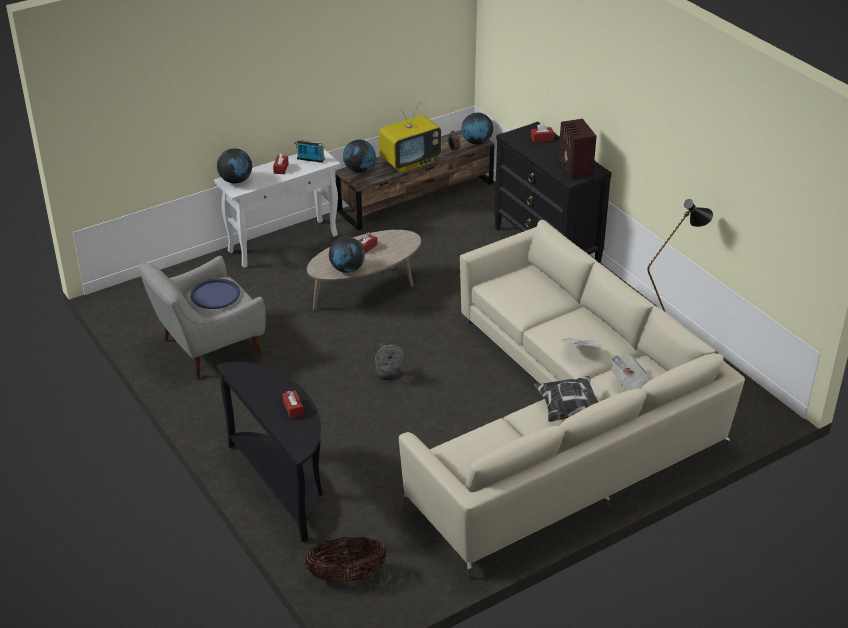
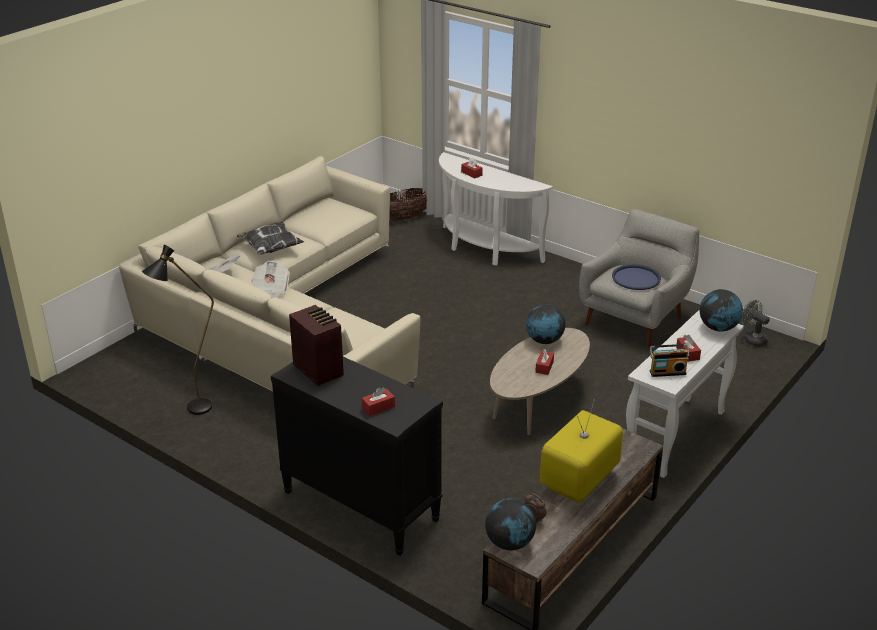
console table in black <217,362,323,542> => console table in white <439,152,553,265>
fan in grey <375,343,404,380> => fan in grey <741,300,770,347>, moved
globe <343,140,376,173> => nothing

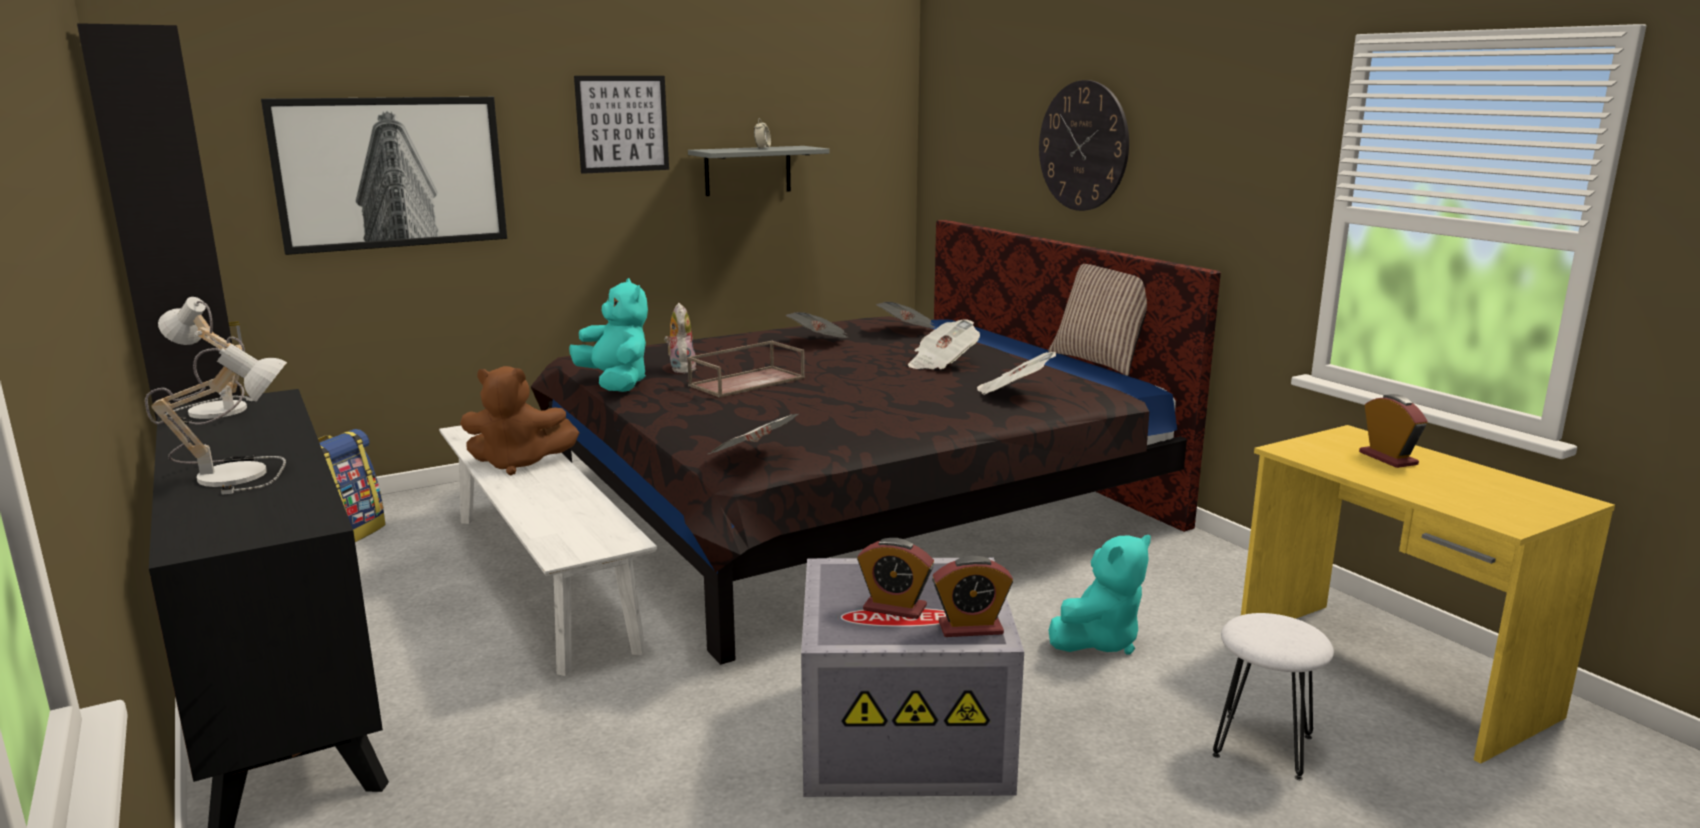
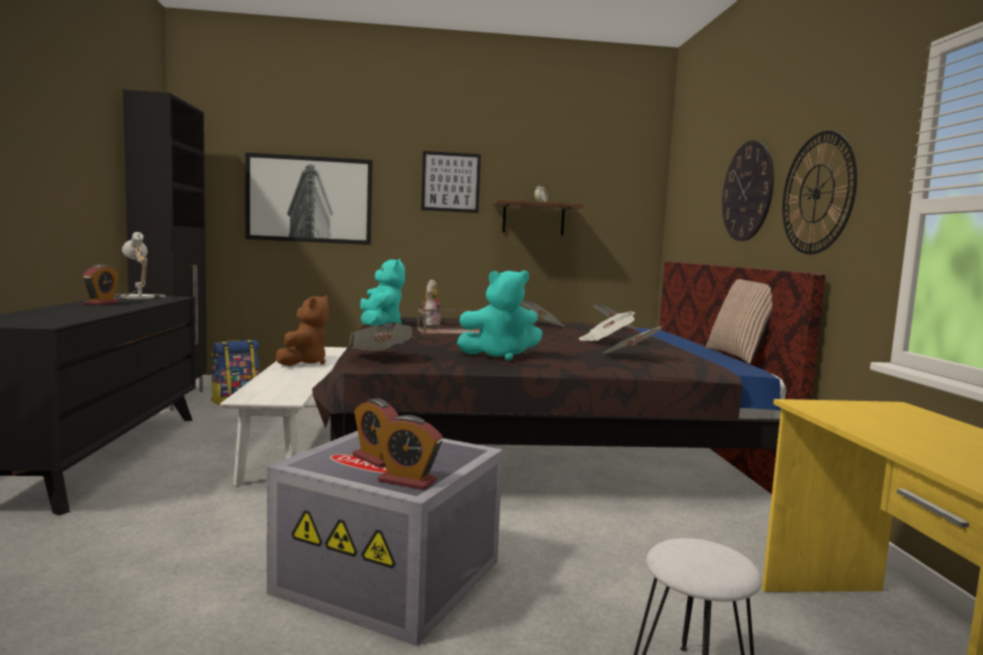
alarm clock <1359,394,1428,468> => alarm clock <83,264,120,305>, moved
plush toy in brown <460,366,579,475> => plush toy in brown <276,295,329,366>, 105 degrees counterclockwise
plush toy in turquoise <1048,535,1151,655> => plush toy in turquoise <457,270,542,361>, moved
shelf in grey <688,146,830,196> => shelf in brown <492,199,584,235>
nothing => wall clock <782,131,857,255>
table lamp <145,344,287,495> => nothing

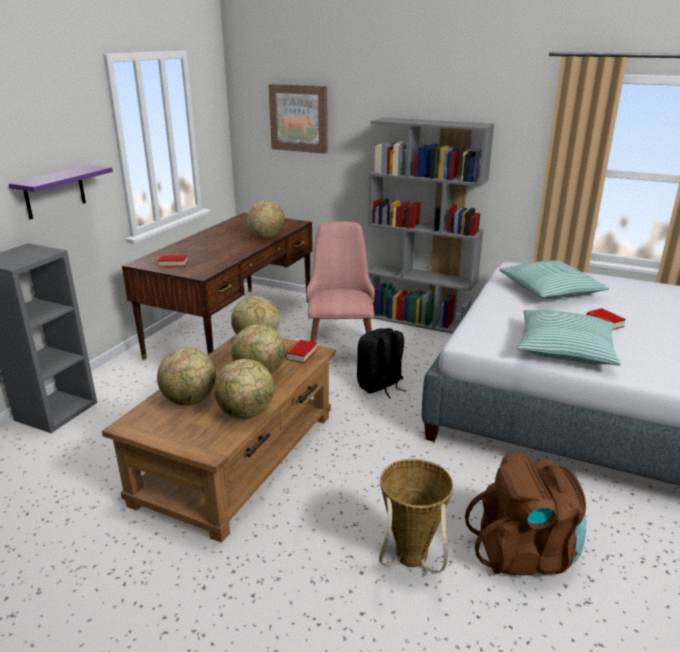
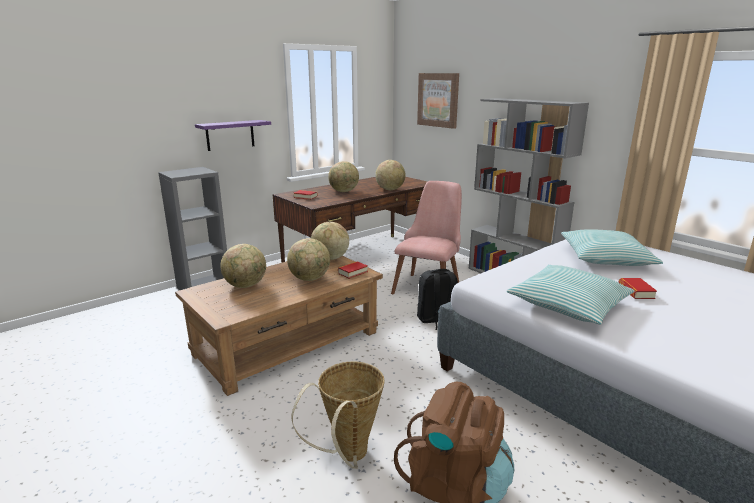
globe <214,359,274,419> => globe <328,161,359,192>, moved

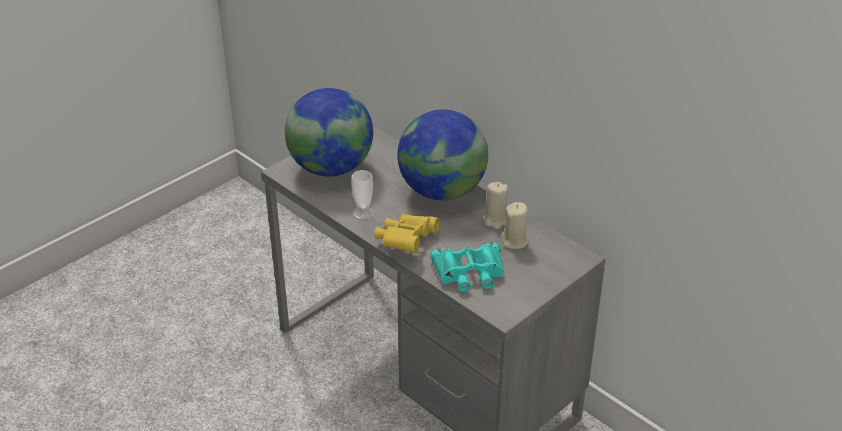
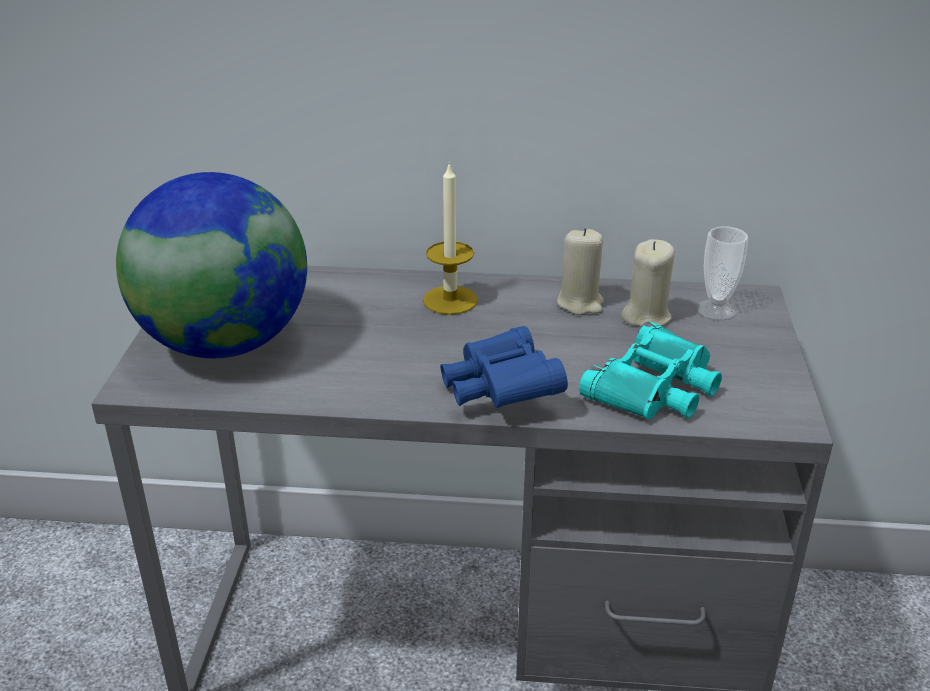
globe <397,109,488,200> => candle <423,162,478,315>
binoculars in yellow <374,214,440,253> => binoculars in blue <441,326,568,408>
cup <352,170,374,219> => cup <696,226,748,320>, moved

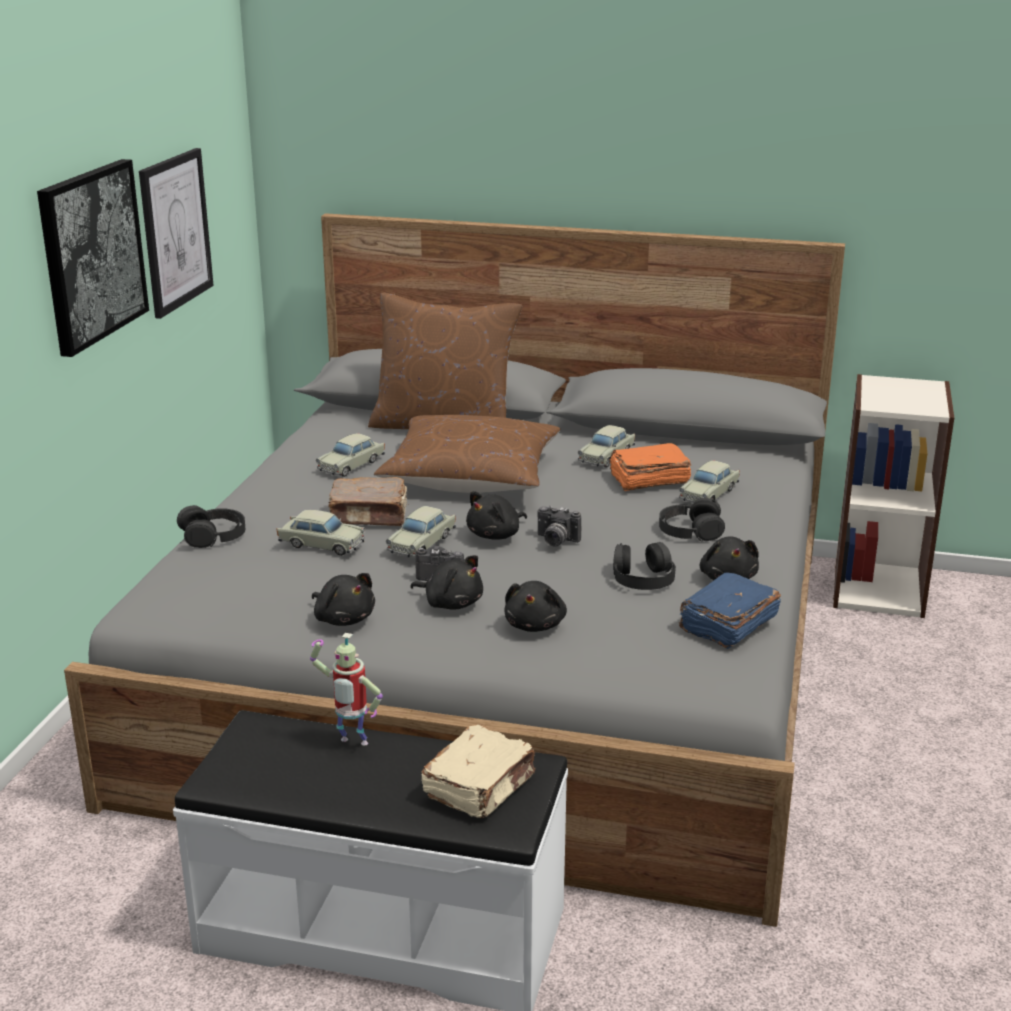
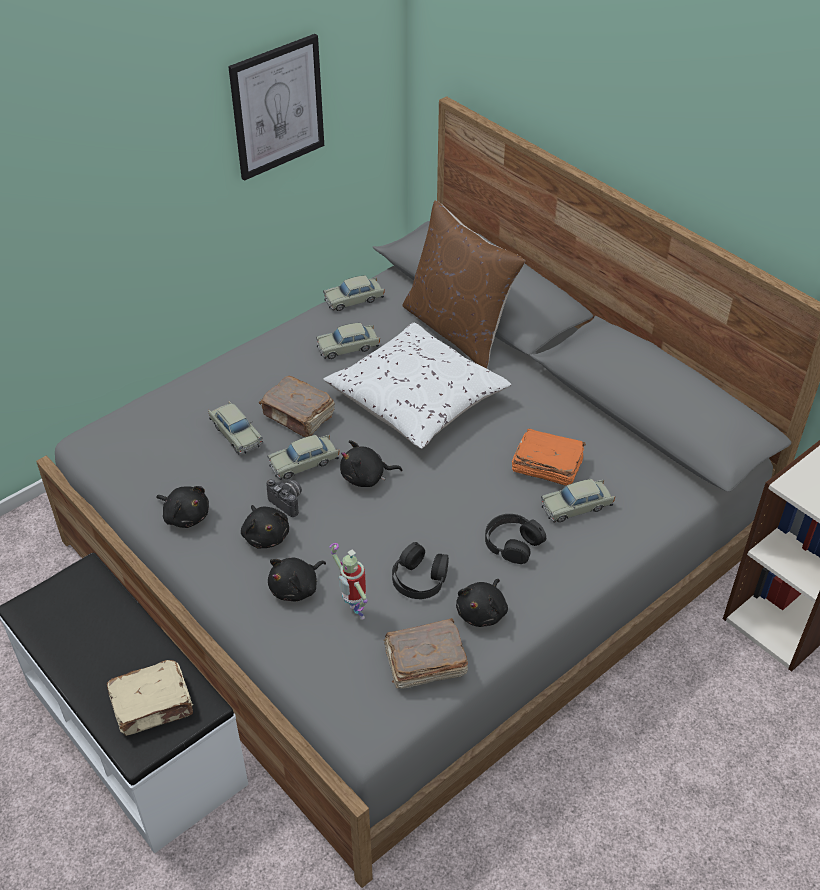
plush toy in black <312,573,375,626> => plush toy in black <157,486,209,528>, 45 degrees counterclockwise
toy car in beige <578,425,635,468> => toy car in beige <323,275,385,311>, moved
pillow in brown <374,415,560,493> => pillow in white <323,323,511,449>
toy robot <310,633,383,746> => toy robot <330,543,368,620>, moved
book in blue <679,573,781,649> => book in brown <383,618,468,689>
picture <37,159,149,357> => nothing
headphones in black <177,505,245,548> => nothing
photo camera <537,506,581,547> => nothing

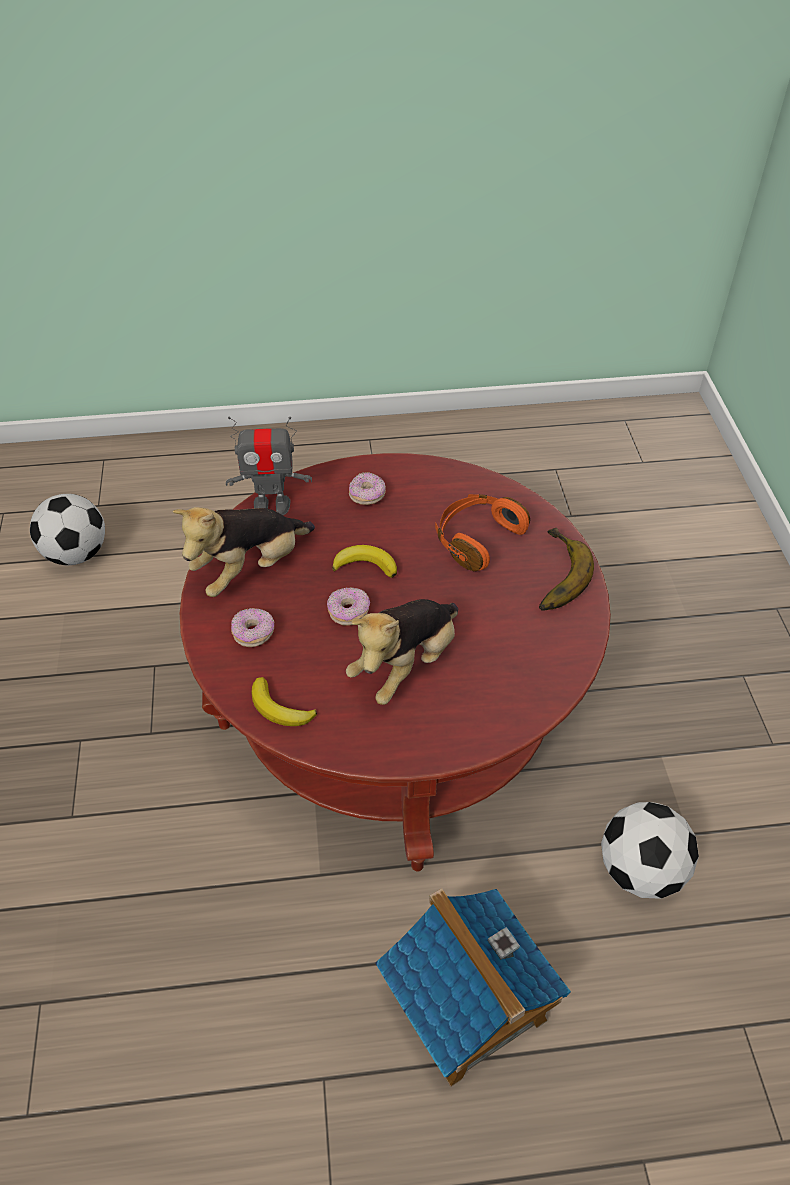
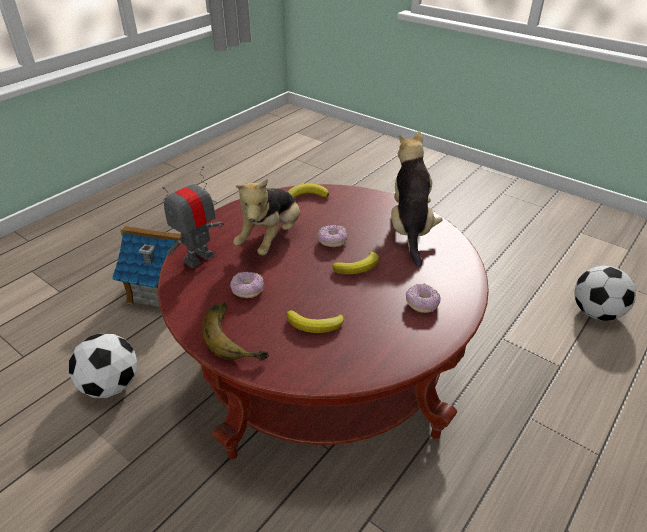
toy robot <226,417,312,515> => toy robot <162,166,224,268>, moved
donut <231,608,274,647> => donut <230,272,264,298>, moved
plush toy <346,599,458,705> => plush toy <233,179,300,256>, 150 degrees counterclockwise
headphones in orange <435,494,530,571> => banana <287,310,343,333>

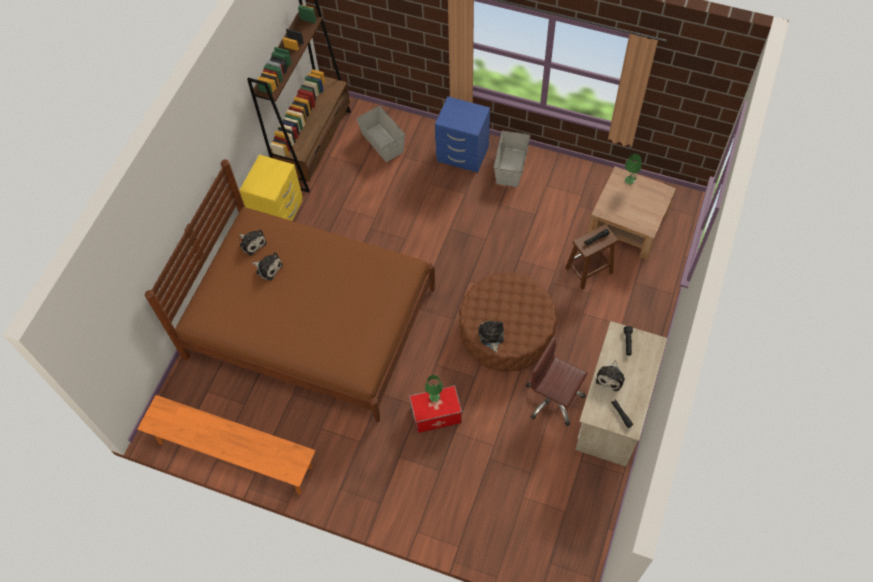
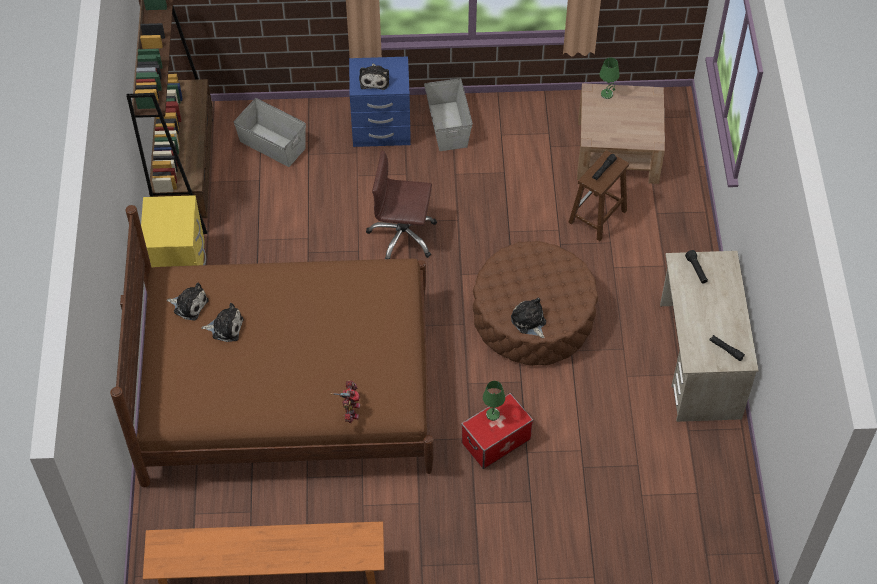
nothing => toy robot <330,380,360,423>
plush toy <596,360,625,391> => plush toy <359,63,389,90>, moved
office chair in brown <526,337,588,426> => office chair in brown <366,151,437,259>, moved

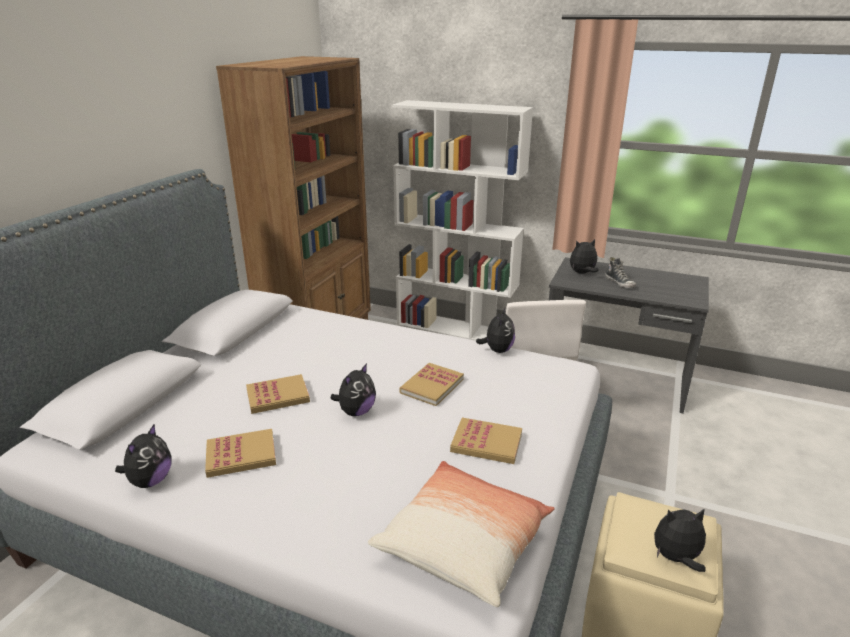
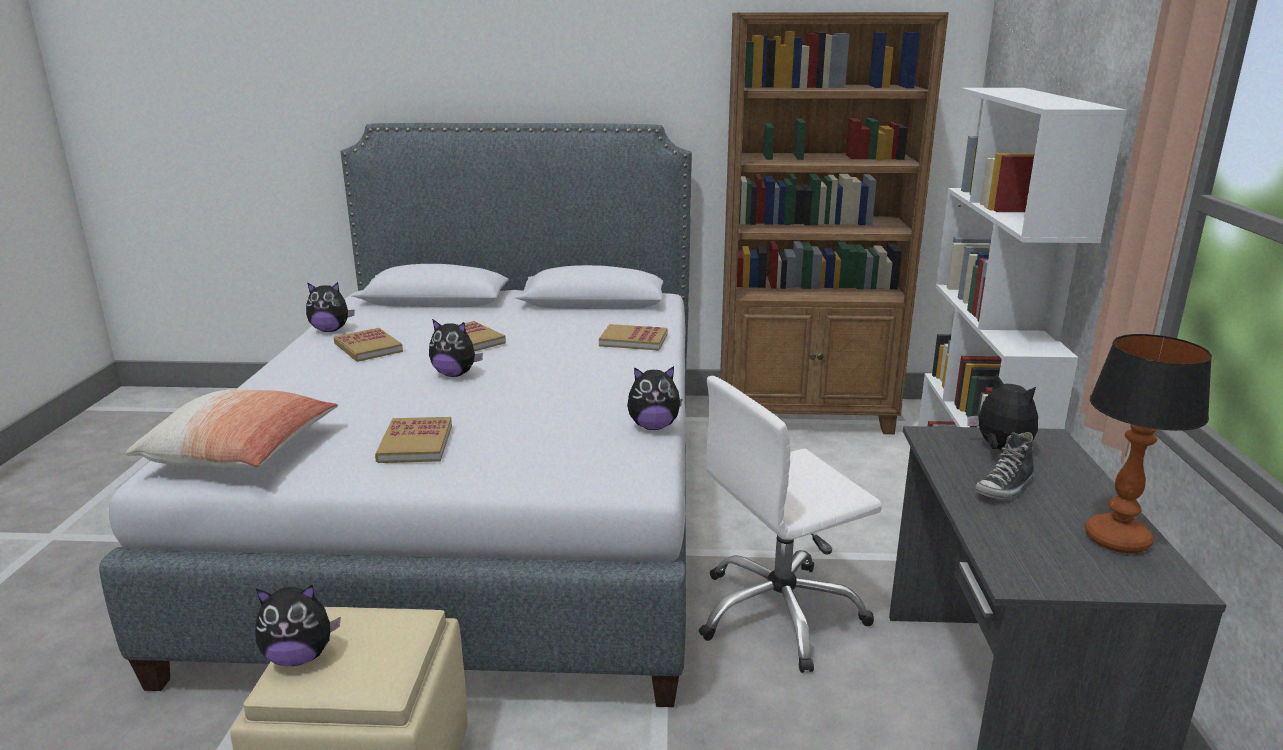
plush toy <654,508,706,572> => plush toy <256,585,341,666>, 105 degrees clockwise
book <399,363,464,406> => book <599,324,668,351>, moved
nothing => table lamp <1085,334,1212,553>

